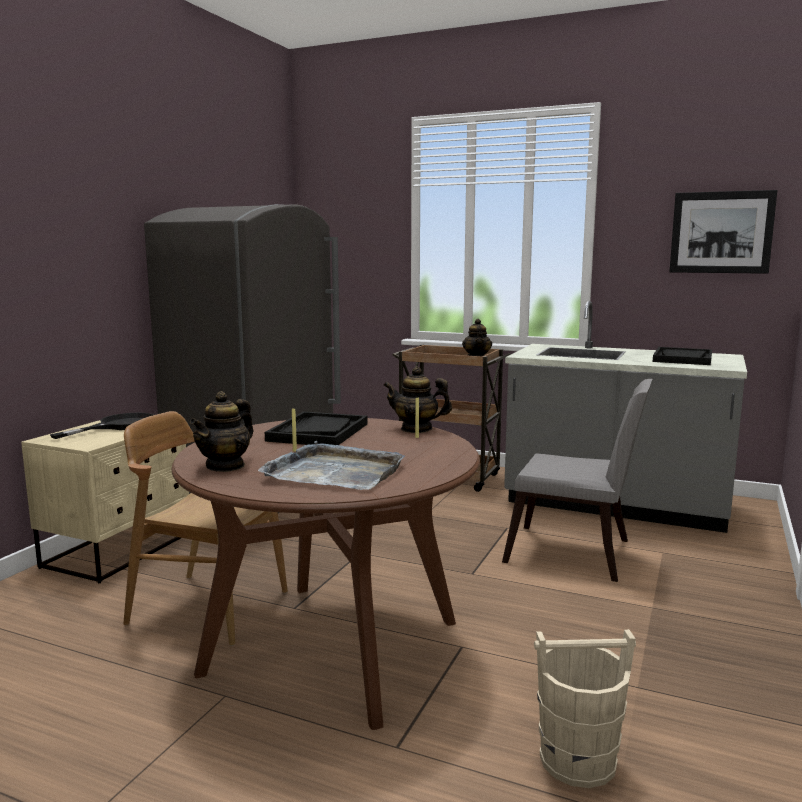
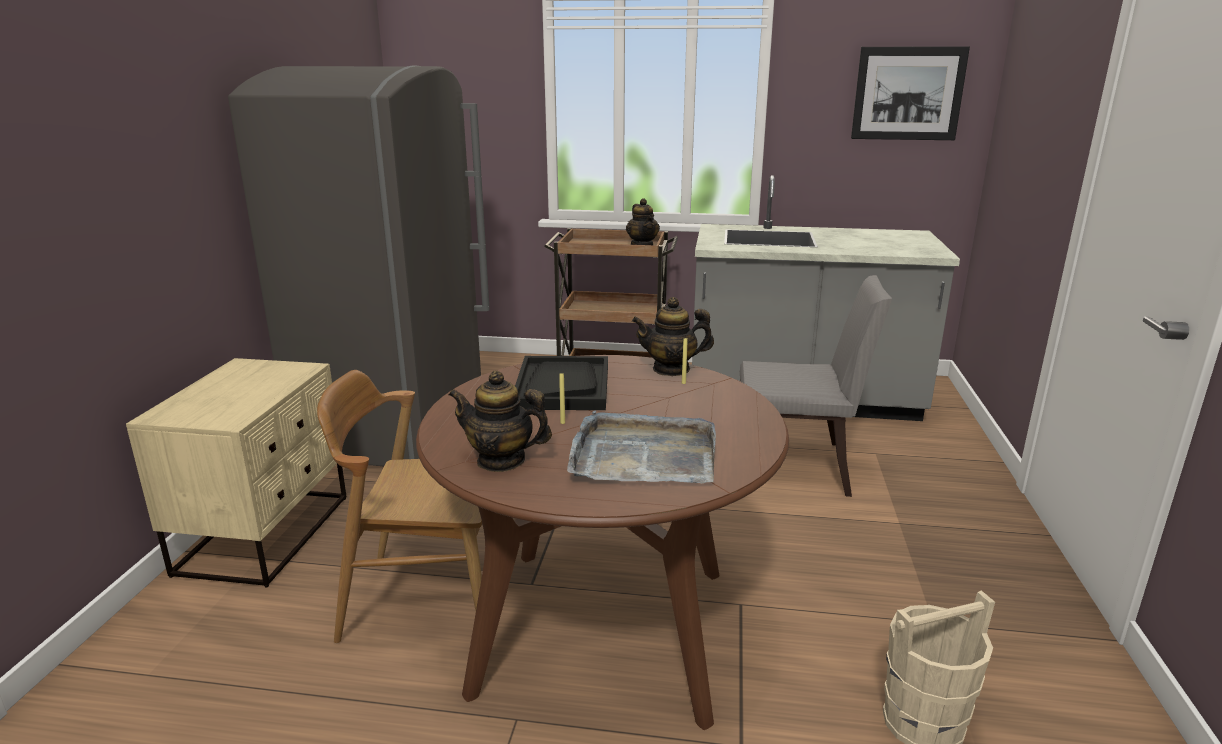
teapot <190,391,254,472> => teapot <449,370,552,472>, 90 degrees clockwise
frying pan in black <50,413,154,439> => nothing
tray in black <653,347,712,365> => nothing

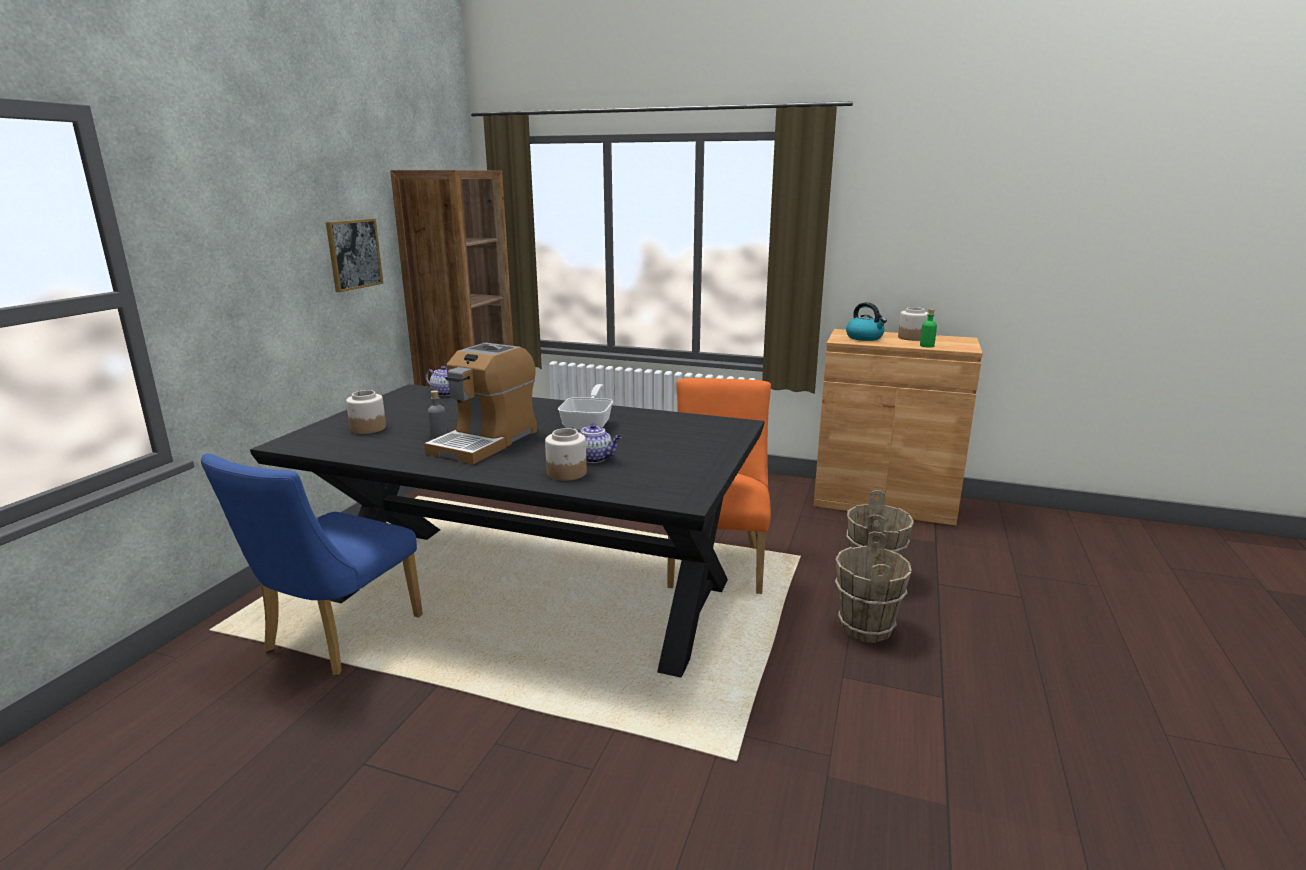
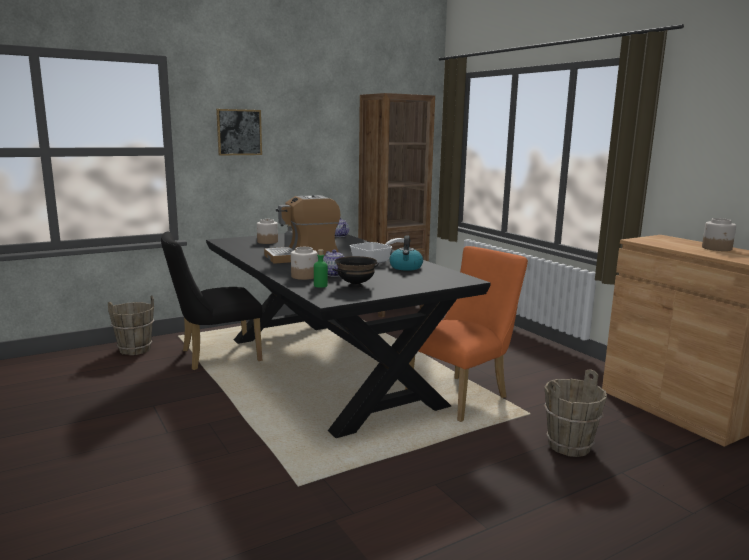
bucket in brown <835,531,912,643> => bucket in brown <108,295,154,355>, moved
chair in blue <201,454,423,675> => chair in black <161,232,262,371>
picture <326,219,383,292> => picture <216,109,262,156>, moved
bottle in green <920,309,937,347> => bottle in green <314,249,328,288>, moved
nothing => bowl in black <332,256,379,288>
kettle <846,302,887,341> => kettle <389,236,423,271>, moved

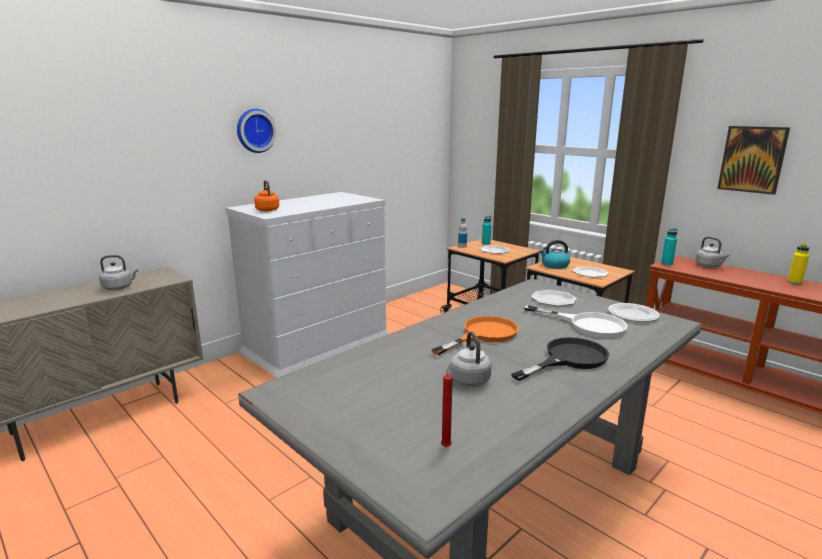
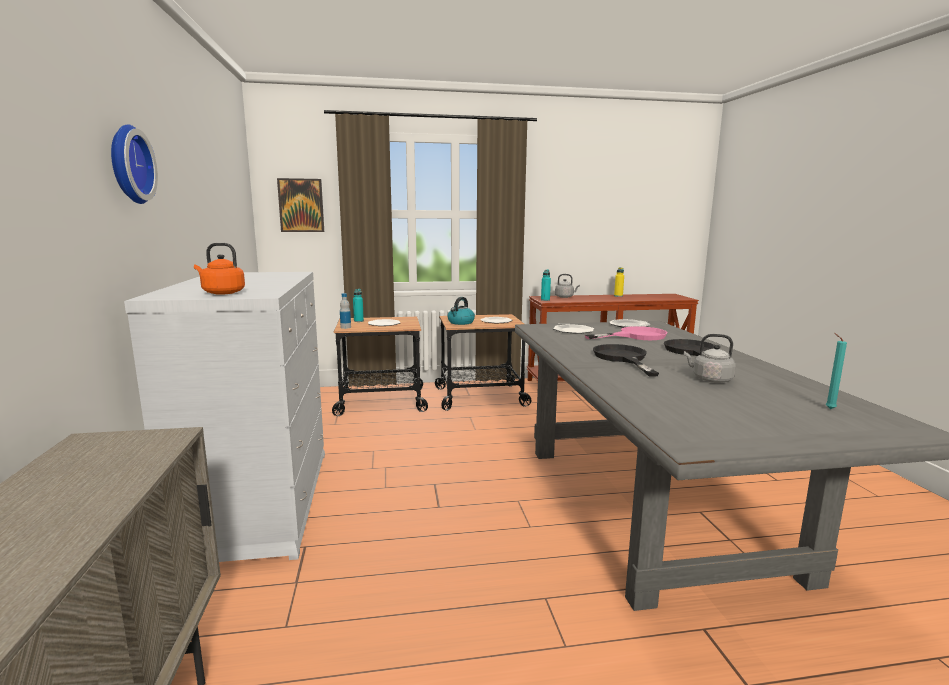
picture <717,126,790,195> => picture <277,178,324,232>, moved
frying pan in white <524,305,628,338> => frying pan in pink <585,326,668,340>
frying pan in orange <431,316,519,355> => frying pan in black <593,344,659,377>
candle in red <441,364,453,447> => candle in turquoise <826,333,847,409>
kettle in grey <99,255,138,290> => nothing

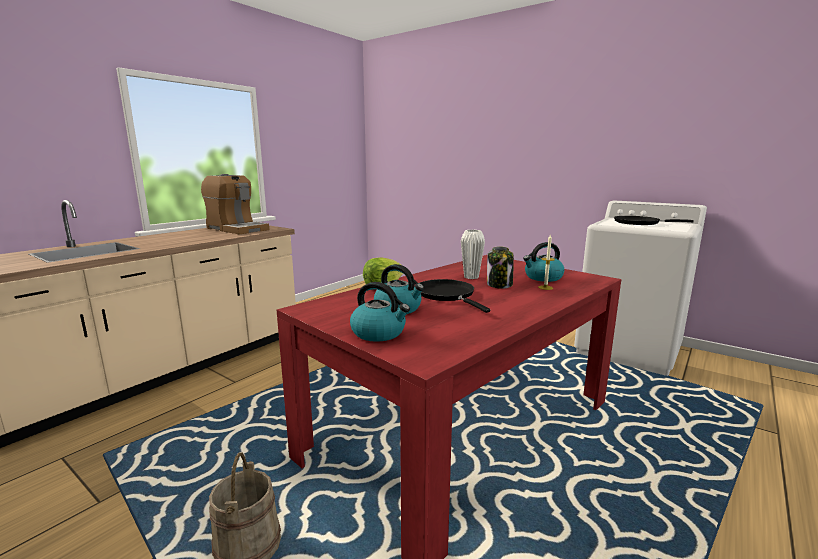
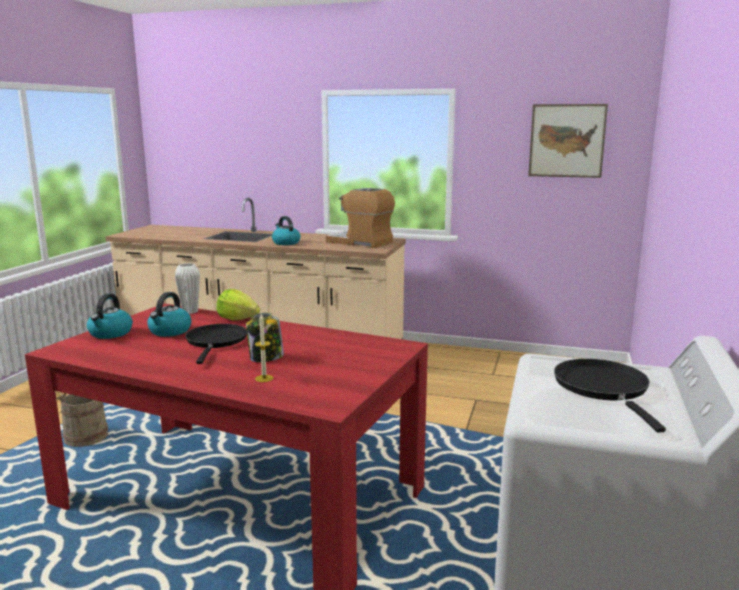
vase in white <461,230,485,279> => vase in white <175,263,200,314>, moved
frying pan in black <420,279,490,313> => frying pan in black <185,324,247,364>, 45 degrees counterclockwise
kettle <523,242,564,282> => kettle <272,216,300,245>, moved
coffee machine <201,174,269,235> => coffee machine <326,188,395,248>, 105 degrees clockwise
nothing => picture <528,104,608,178>

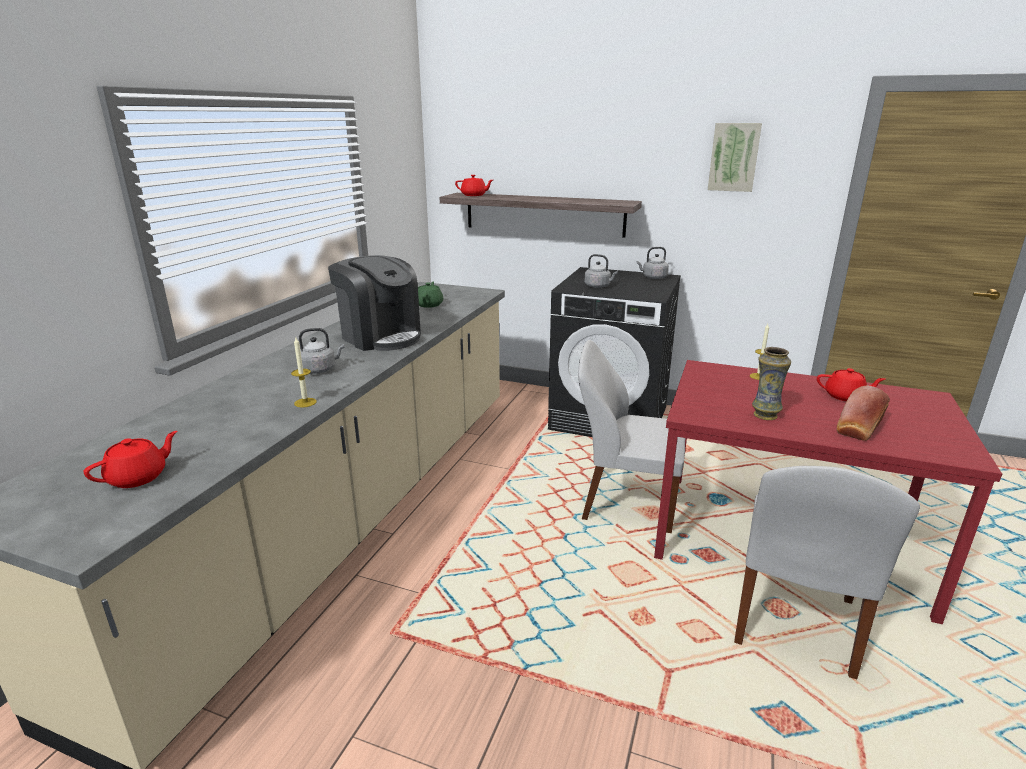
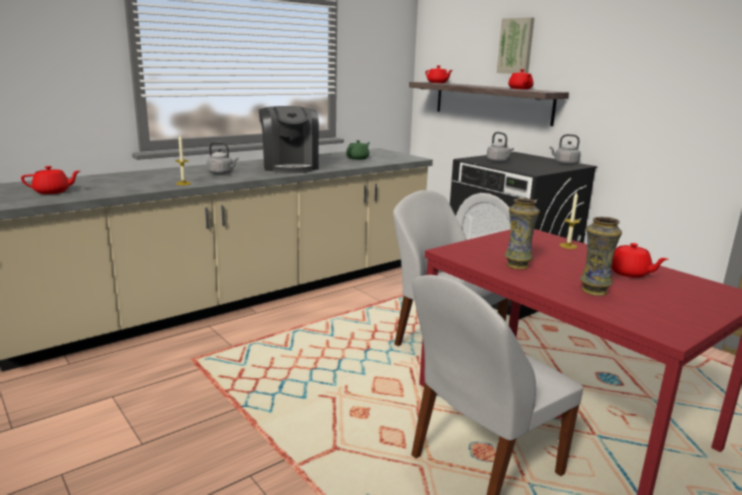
picture <708,123,762,192> => picture <497,17,534,74>, moved
nothing => teapot in red <508,69,533,89>
bread <837,386,890,441> => vase <580,217,622,296>

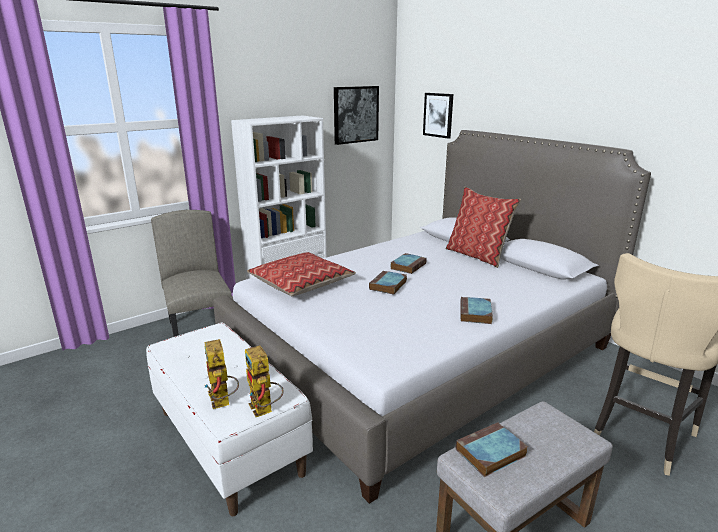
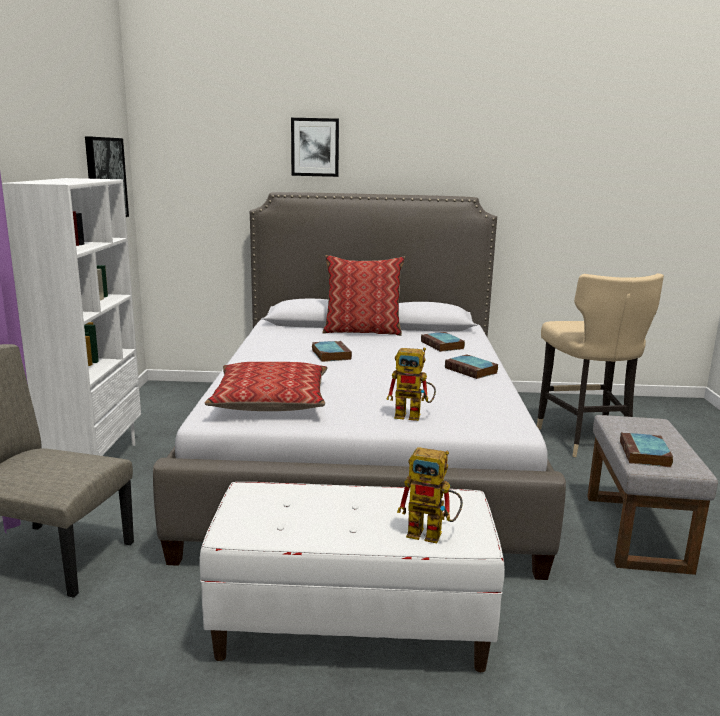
picture <423,93,453,139> => picture <291,118,339,177>, moved
toy robot <245,345,284,417> => toy robot <386,347,436,421>, moved
book <369,271,407,295> => book <421,332,465,352>, moved

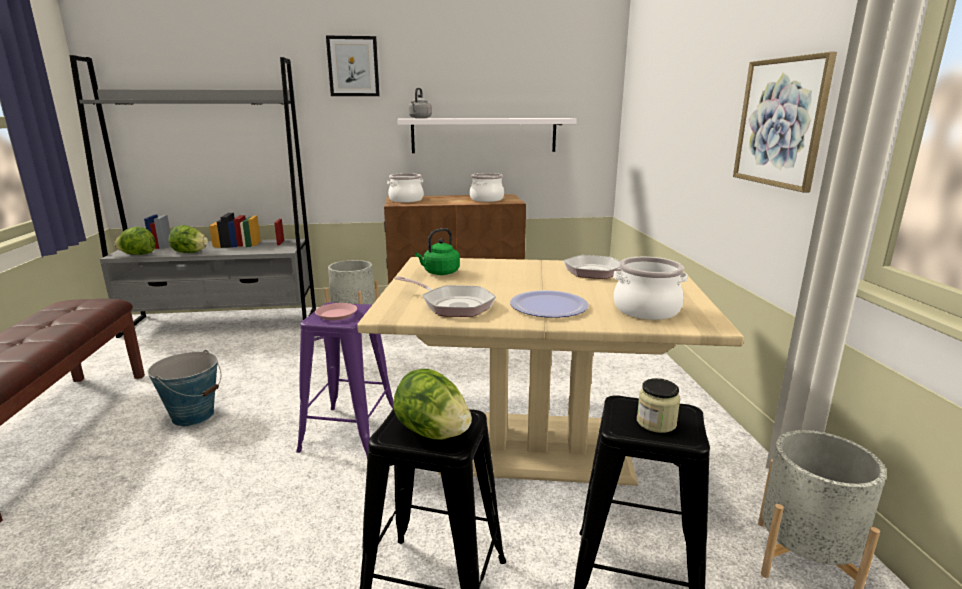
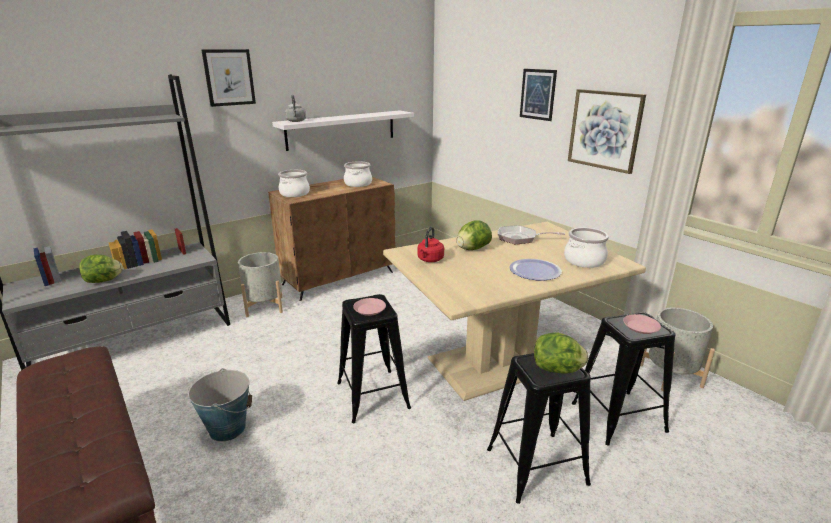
stool in purple <296,302,394,459> => stool in black <337,294,411,423>
kettle in green <415,228,460,275> => kettle in red <417,227,444,262>
lettuce <114,227,155,255> => lettuce <457,220,492,250>, moved
nothing => picture <520,69,557,121>
jar <637,378,680,433> => plate in pink <623,314,661,334>
frying pan <394,276,496,317> => nothing

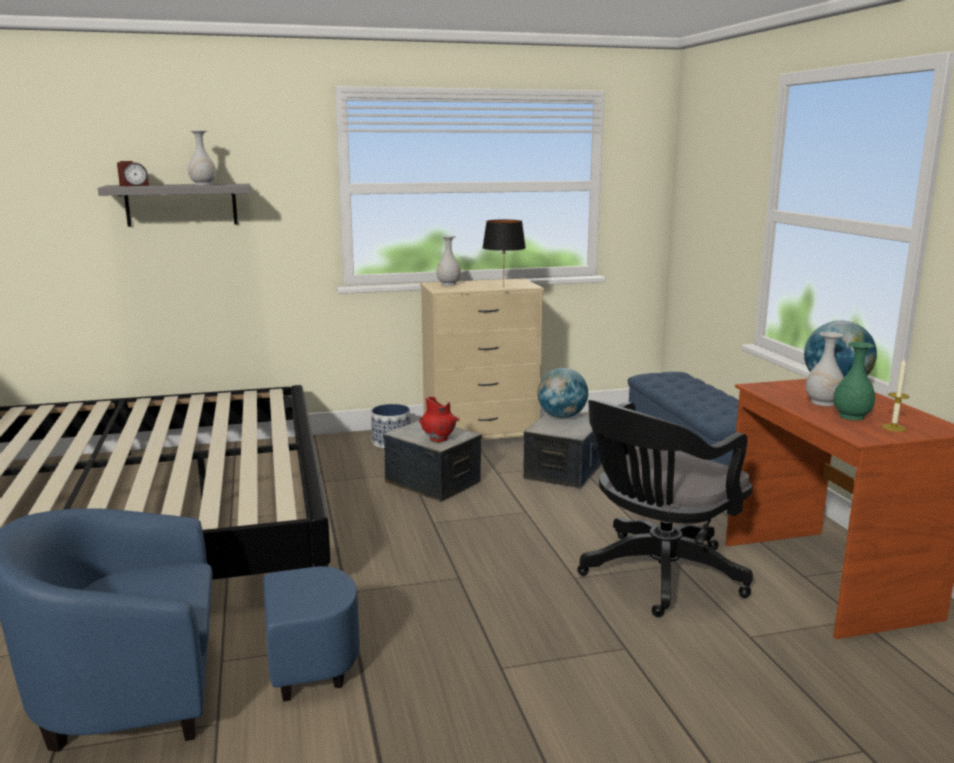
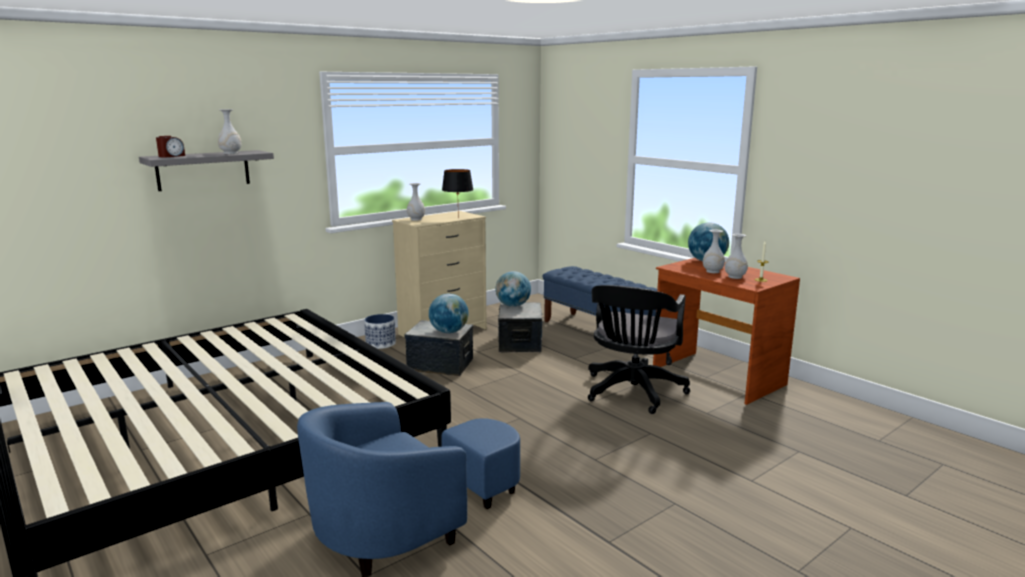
vase in red <419,396,460,442> => globe <429,294,469,333>
vase in green <833,342,875,420> => vase in white <725,234,748,279>

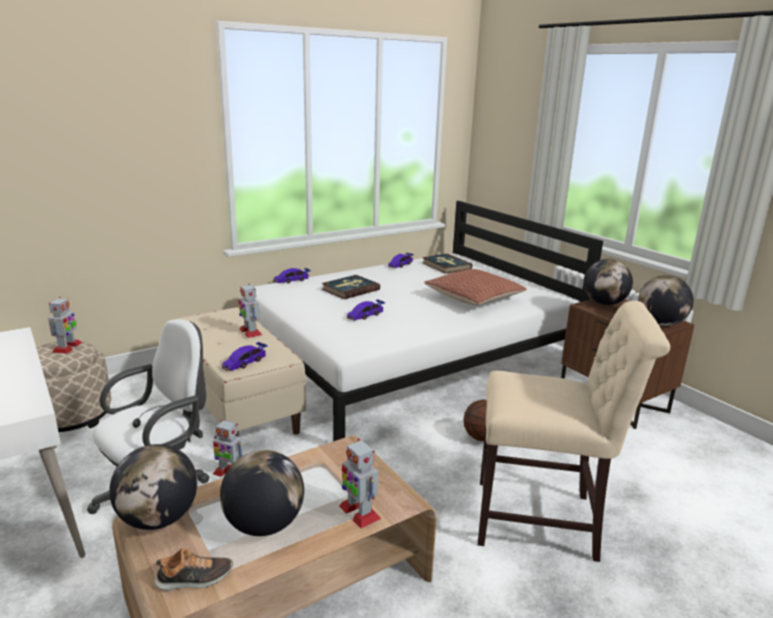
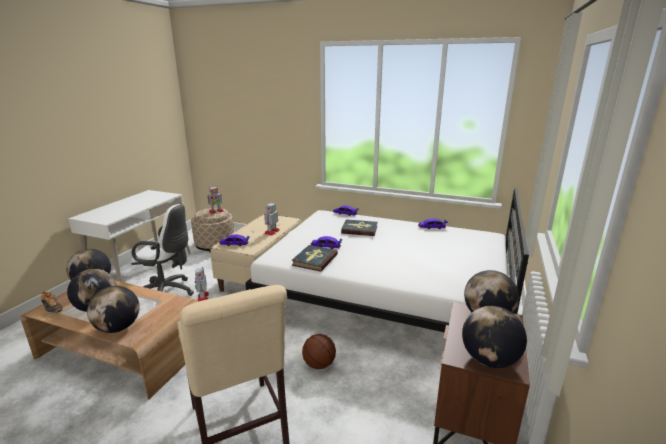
toy robot <339,438,381,529> => globe <87,286,140,333>
book <422,254,472,274> => book <291,245,338,272>, moved
pillow <424,269,527,306> => nothing

